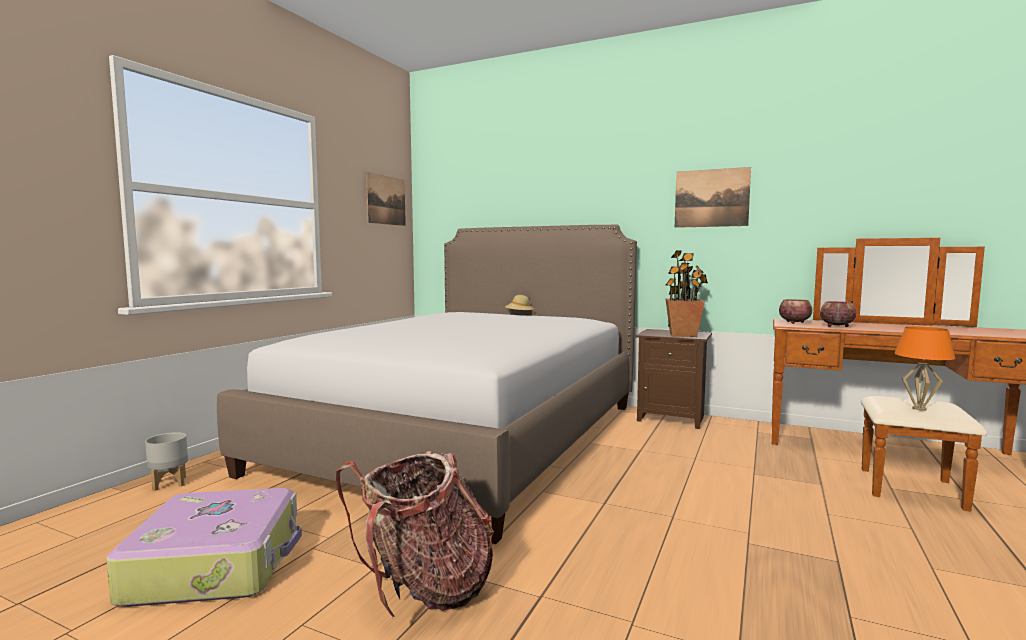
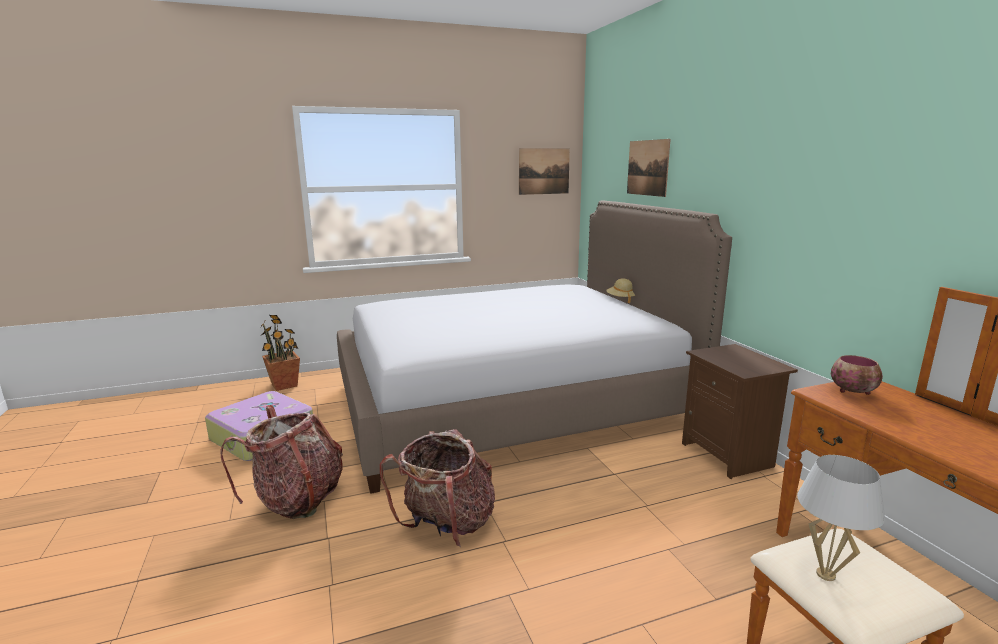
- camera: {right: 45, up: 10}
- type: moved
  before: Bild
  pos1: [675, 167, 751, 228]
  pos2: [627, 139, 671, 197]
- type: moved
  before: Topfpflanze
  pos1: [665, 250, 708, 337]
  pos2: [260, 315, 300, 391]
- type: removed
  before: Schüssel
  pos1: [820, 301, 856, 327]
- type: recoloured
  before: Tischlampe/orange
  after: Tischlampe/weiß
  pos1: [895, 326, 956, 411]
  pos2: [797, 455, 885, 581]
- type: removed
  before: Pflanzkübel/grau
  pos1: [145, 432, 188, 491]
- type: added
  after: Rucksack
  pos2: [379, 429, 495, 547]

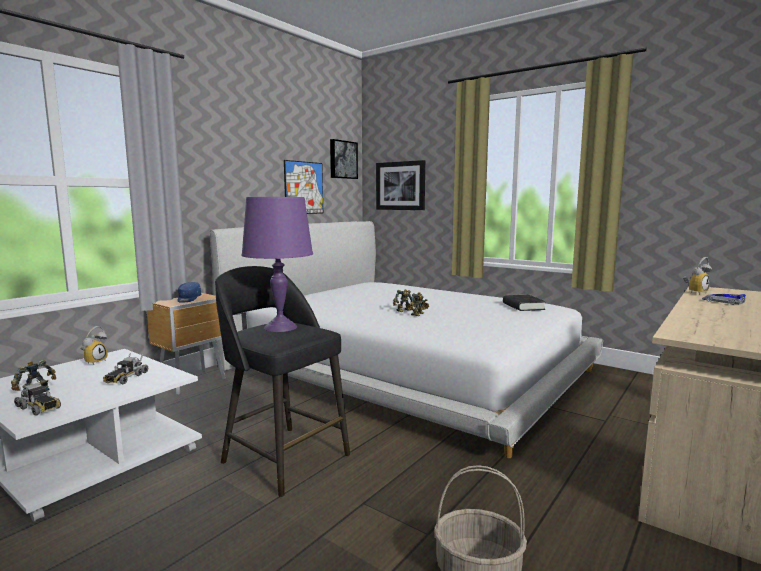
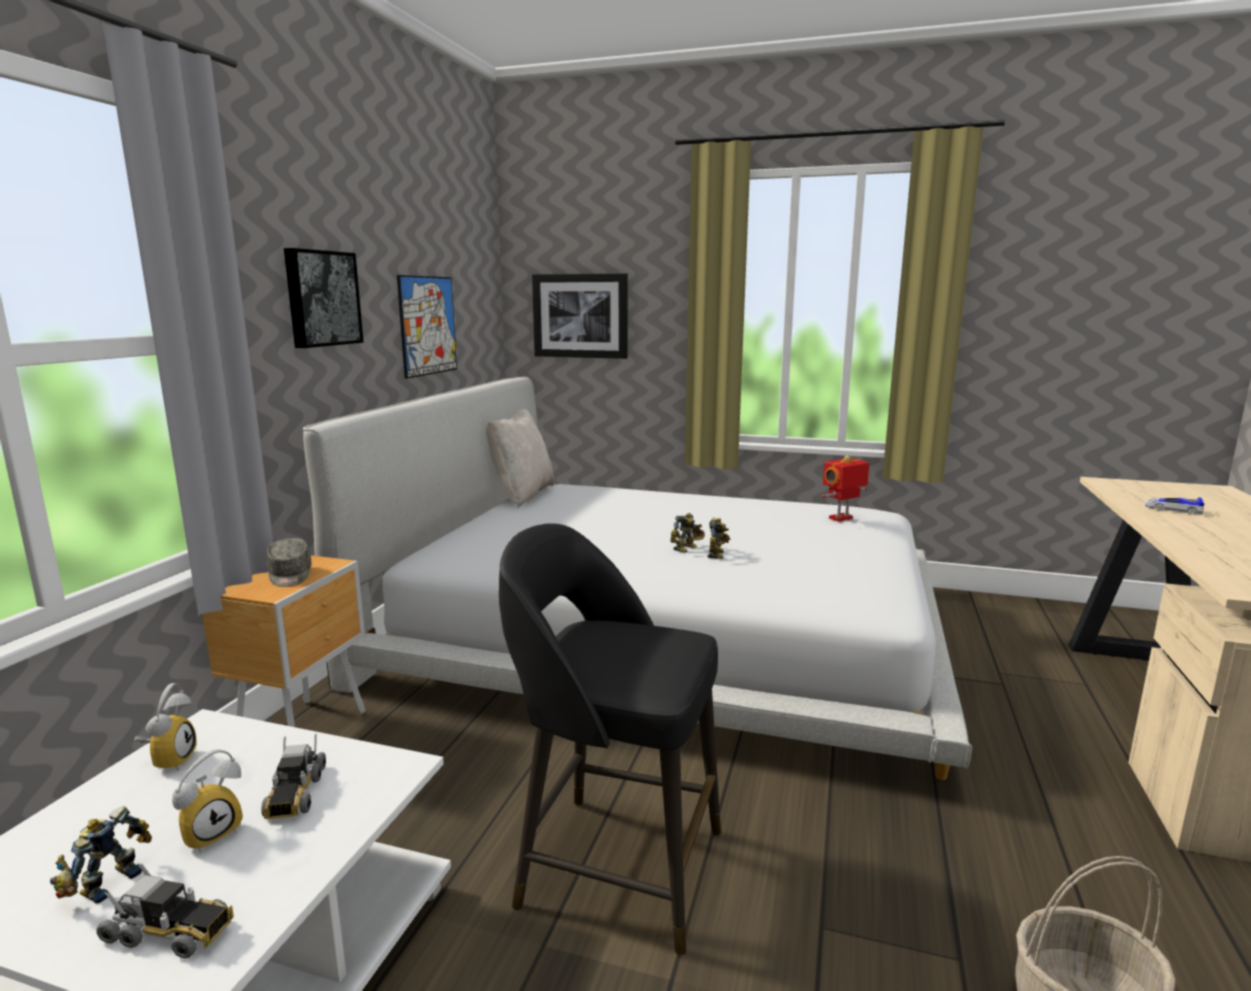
- camera: {right: -20, up: 5}
- type: moved
  before: Bild
  pos1: [330, 139, 358, 179]
  pos2: [284, 248, 363, 348]
- type: removed
  before: Tischlampe/lila
  pos1: [241, 197, 313, 332]
- type: moved
  before: Wecker
  pos1: [683, 257, 712, 295]
  pos2: [172, 749, 243, 853]
- type: recoloured
  before: Kappe/blau
  after: Kappe/grau
  pos1: [177, 282, 201, 302]
  pos2: [267, 538, 312, 587]
- type: replaced
  before: Buch/schwarz
  after: Spielzeugroboter
  pos1: [503, 295, 546, 311]
  pos2: [822, 455, 870, 522]
- type: added
  after: Kissen/beige
  pos2: [486, 409, 555, 508]

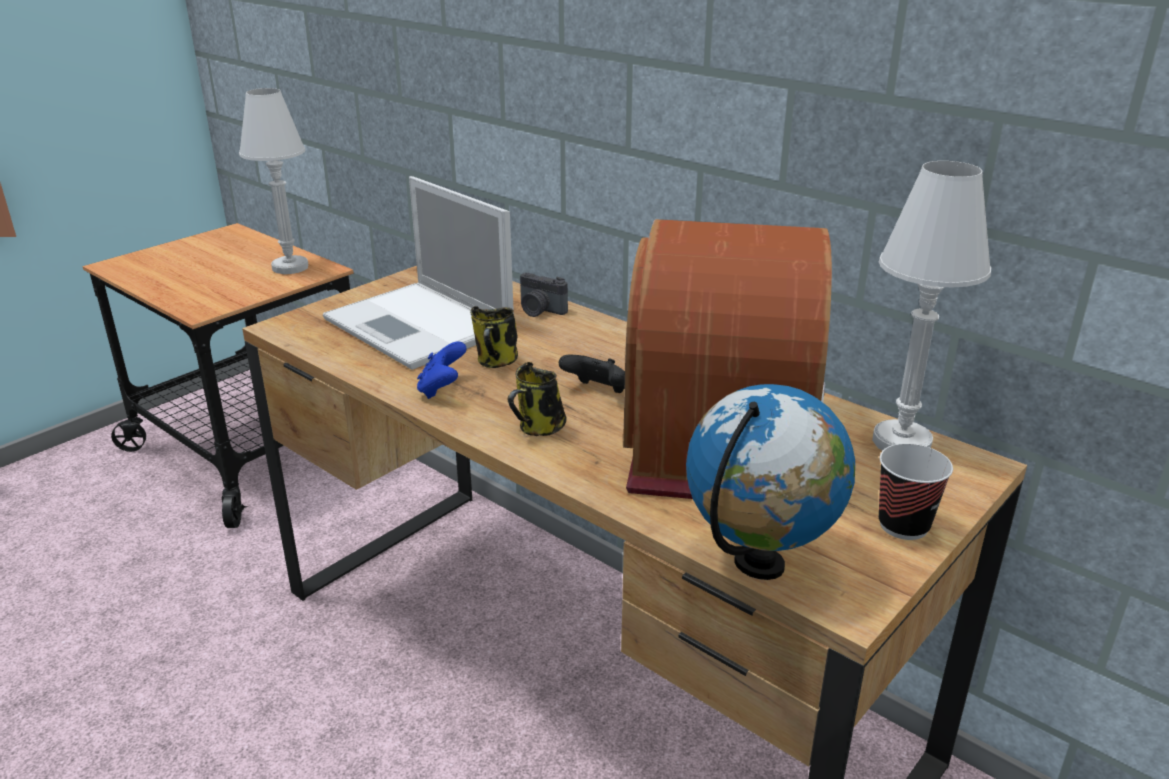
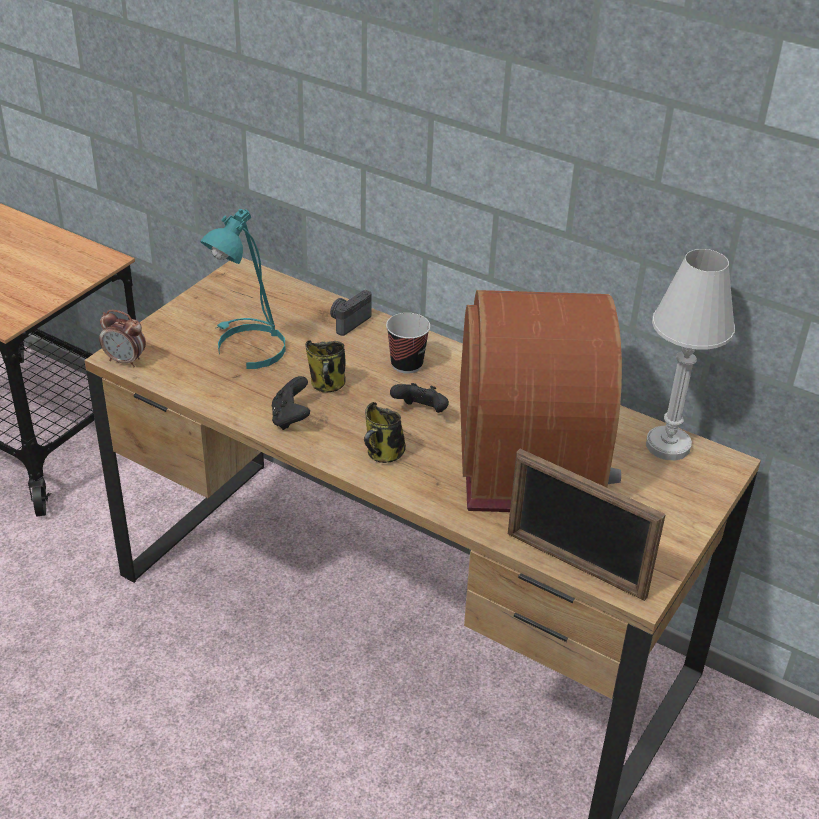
- camera: {right: -10, up: 10}
- type: removed
  before: Tischlampe/weiß
  pos1: [239, 88, 308, 274]
- type: replaced
  before: Laptop
  after: Tischlampe/türkis
  pos1: [323, 176, 514, 370]
  pos2: [200, 209, 286, 369]
- type: turned
  before: Kamera
  pos1: [520, 273, 568, 317]
  pos2: [330, 290, 372, 336]
  turn: 105
- type: recoloured
  before: Gamepad/blau
  after: Gamepad/schwarz
  pos1: [417, 341, 467, 399]
  pos2: [272, 376, 310, 430]
- type: replaced
  before: Globus
  after: Bilderrahmen
  pos1: [686, 384, 855, 580]
  pos2: [508, 449, 666, 601]
- type: moved
  before: Tasse
  pos1: [879, 444, 953, 540]
  pos2: [386, 313, 430, 374]
- type: added
  after: Wecker
  pos2: [99, 310, 146, 367]

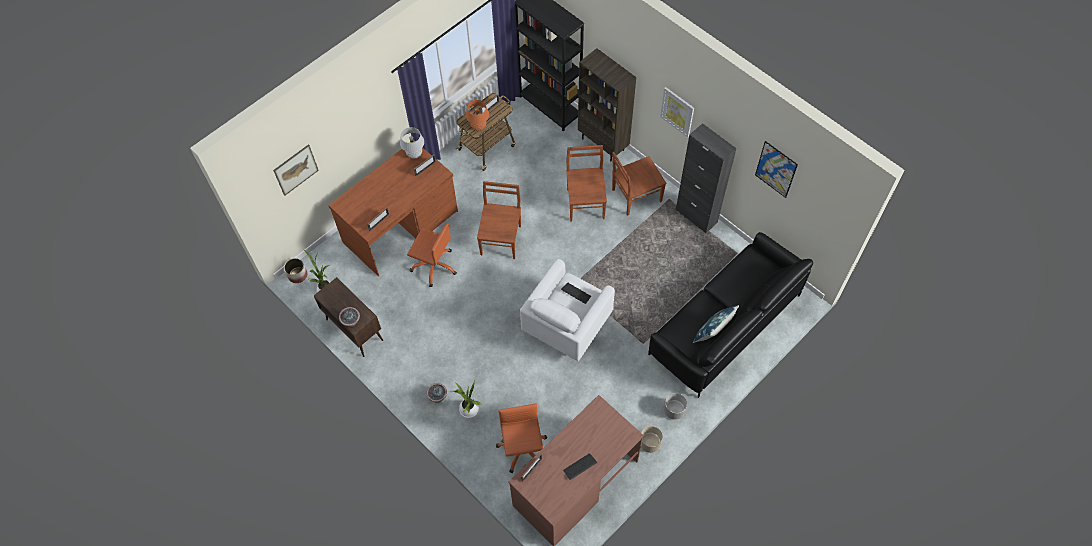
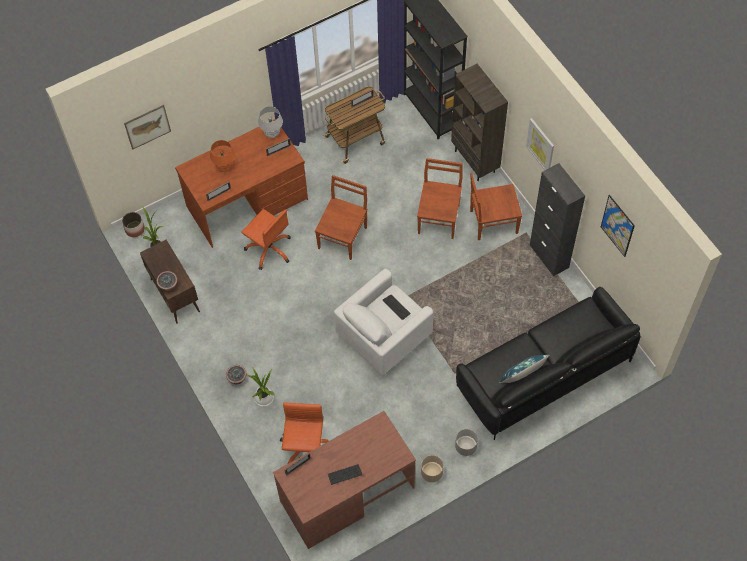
- camera: {right: 15, up: 0}
- type: moved
  before: Tischlampe/orange
  pos1: [466, 100, 489, 131]
  pos2: [210, 140, 235, 172]

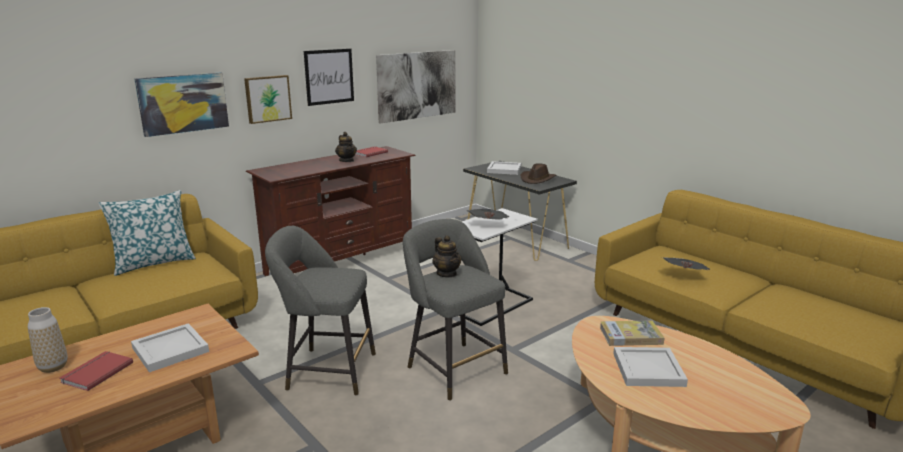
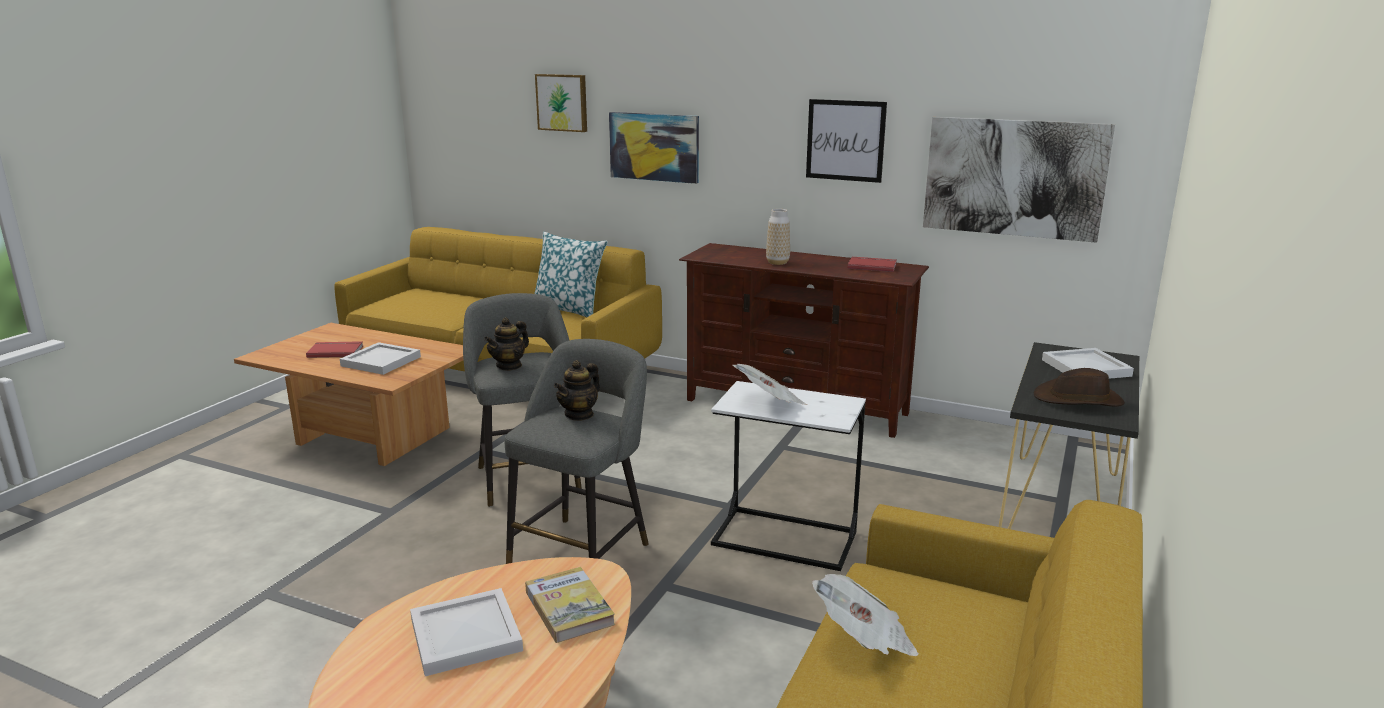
- camera: {right: 65, up: 0}
- type: moved
  before: Bild
  pos1: [244, 75, 292, 124]
  pos2: [535, 74, 587, 132]
- type: moved
  before: Teekanne
  pos1: [335, 132, 357, 162]
  pos2: [484, 317, 529, 371]
- type: moved
  before: Vase
  pos1: [28, 307, 68, 373]
  pos2: [766, 209, 790, 265]

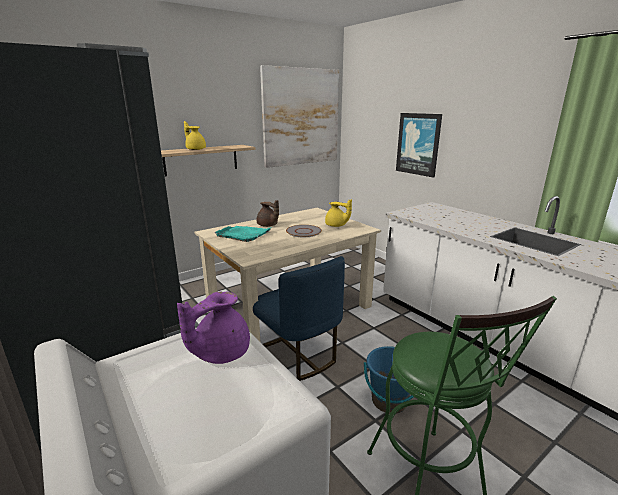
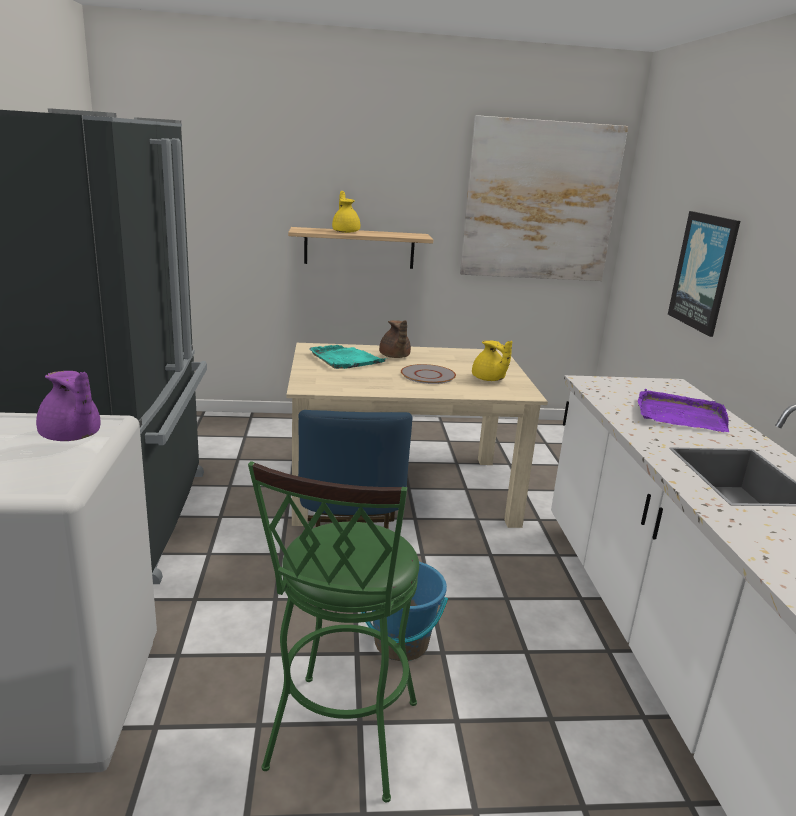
- camera: {right: 30, up: 0}
- type: turned
  before: Teekanne/lila
  pos1: [177, 291, 250, 364]
  pos2: [36, 371, 101, 441]
  turn: -120
- type: added
  after: Tablett/lila
  pos2: [638, 389, 729, 432]

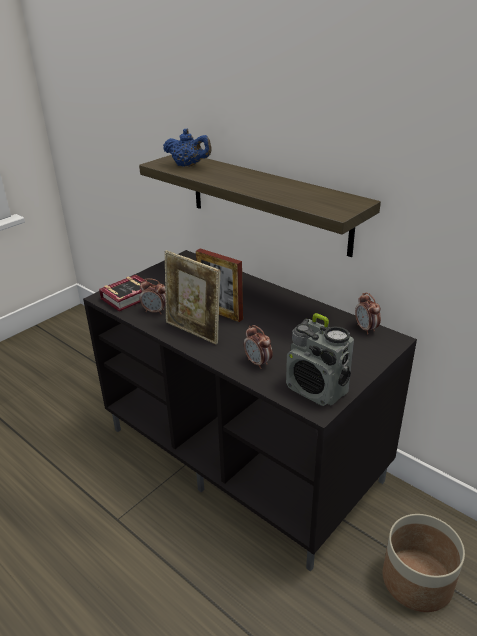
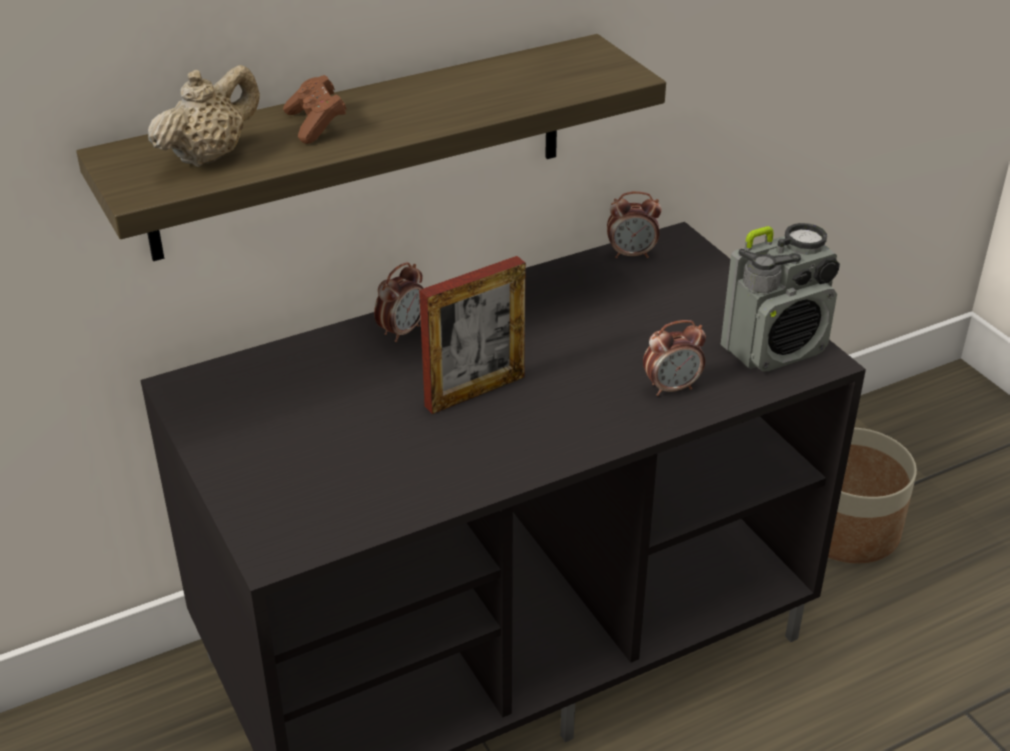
- camera: {right: -70, up: 5}
- type: recoloured
  before: Teekanne/blau
  after: Teekanne/beige
  pos1: [163, 129, 212, 167]
  pos2: [148, 65, 260, 167]
- type: removed
  before: Bilderrahmen
  pos1: [165, 250, 220, 345]
- type: removed
  before: Buch
  pos1: [99, 275, 153, 312]
- type: moved
  before: Wecker
  pos1: [139, 278, 166, 315]
  pos2: [374, 262, 424, 342]
- type: added
  after: Gamepad/braun
  pos2: [283, 75, 347, 144]

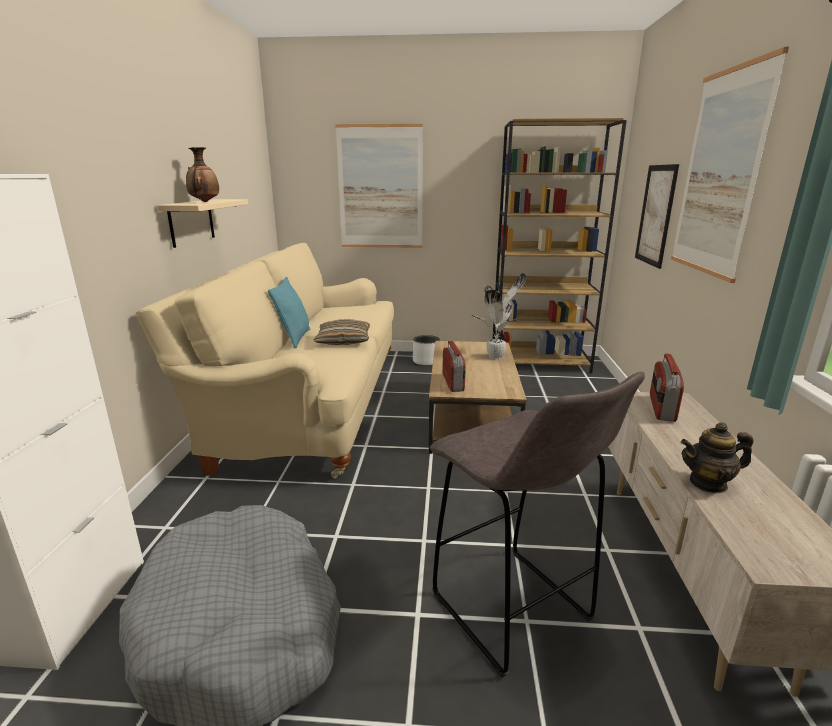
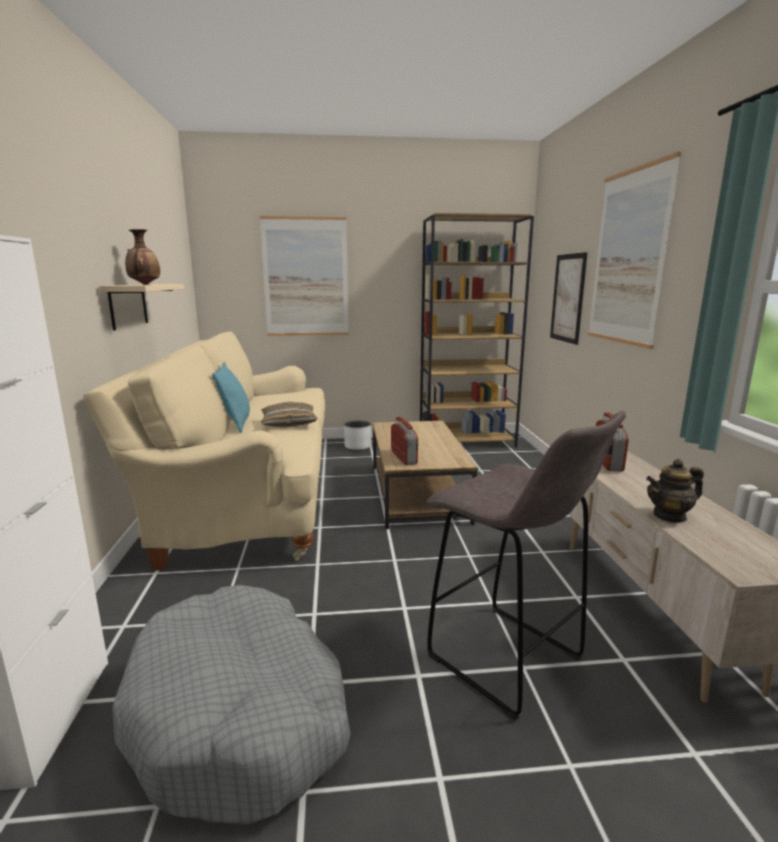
- camera: {right: -10, up: -5}
- type: removed
  before: Topfpflanze
  pos1: [471, 273, 527, 360]

